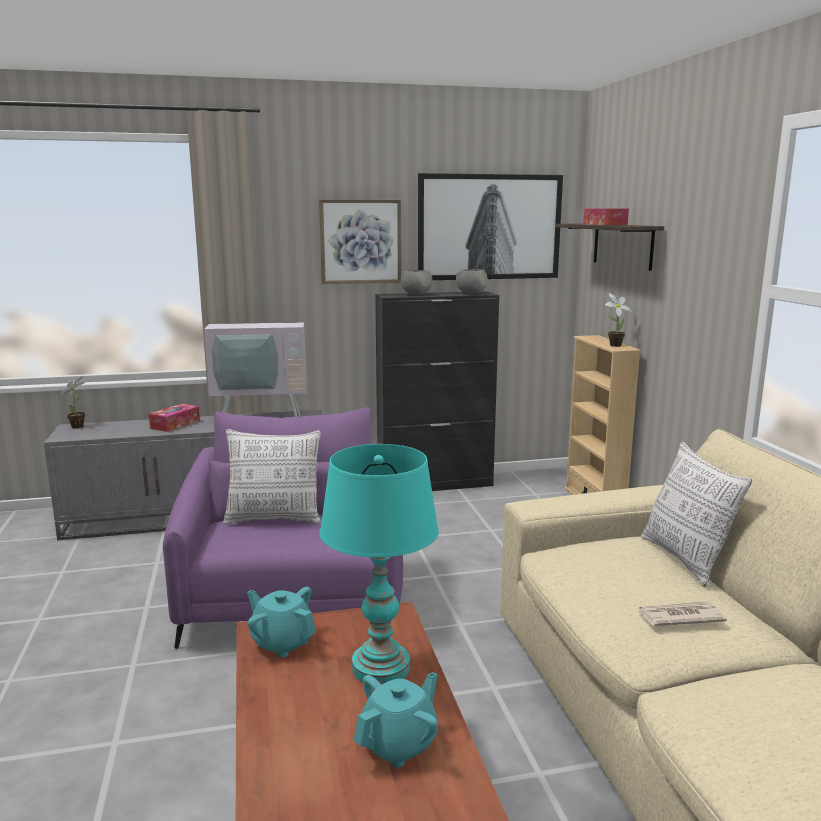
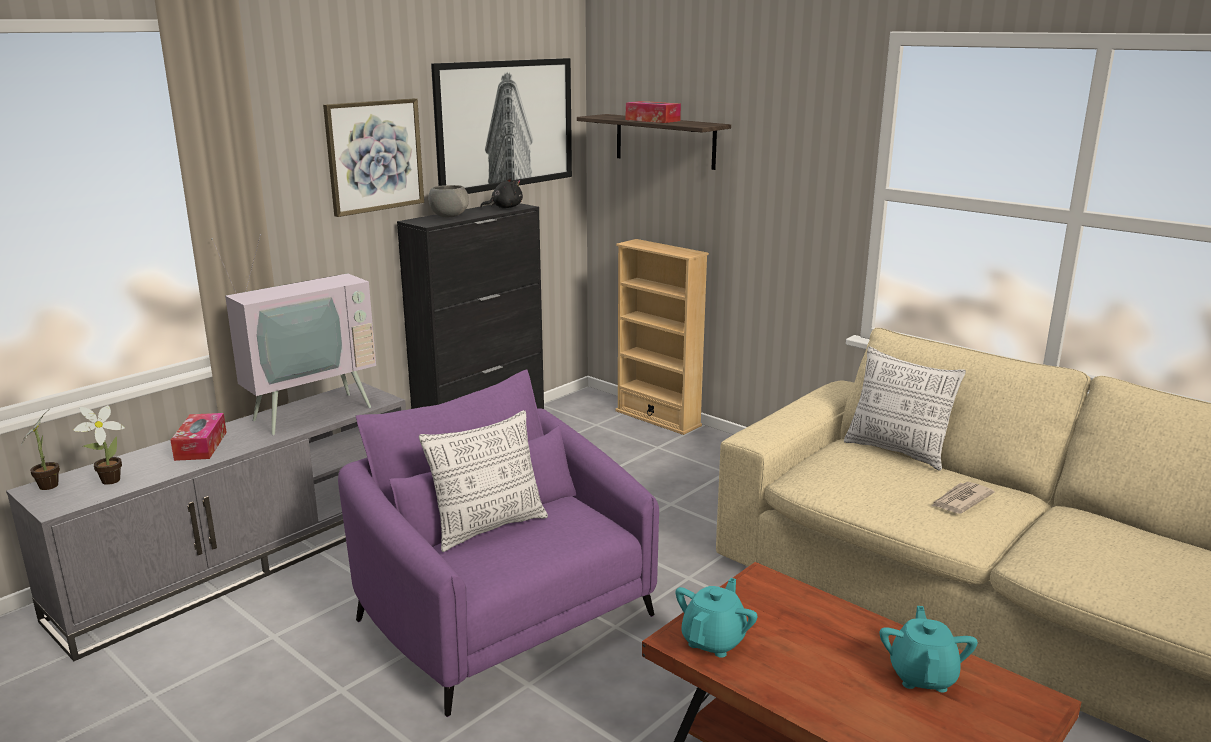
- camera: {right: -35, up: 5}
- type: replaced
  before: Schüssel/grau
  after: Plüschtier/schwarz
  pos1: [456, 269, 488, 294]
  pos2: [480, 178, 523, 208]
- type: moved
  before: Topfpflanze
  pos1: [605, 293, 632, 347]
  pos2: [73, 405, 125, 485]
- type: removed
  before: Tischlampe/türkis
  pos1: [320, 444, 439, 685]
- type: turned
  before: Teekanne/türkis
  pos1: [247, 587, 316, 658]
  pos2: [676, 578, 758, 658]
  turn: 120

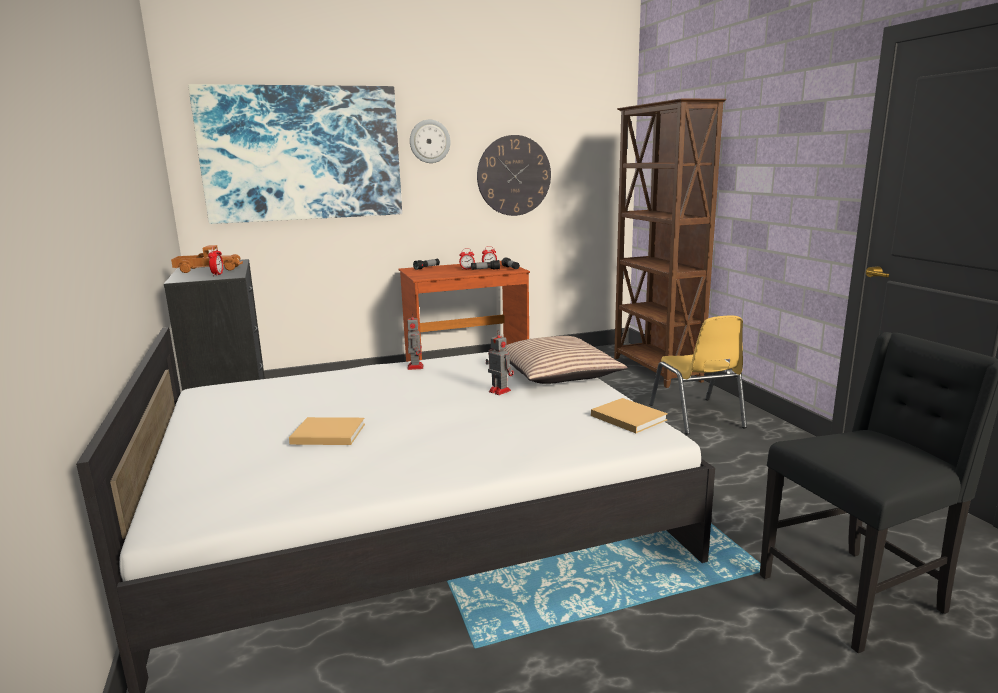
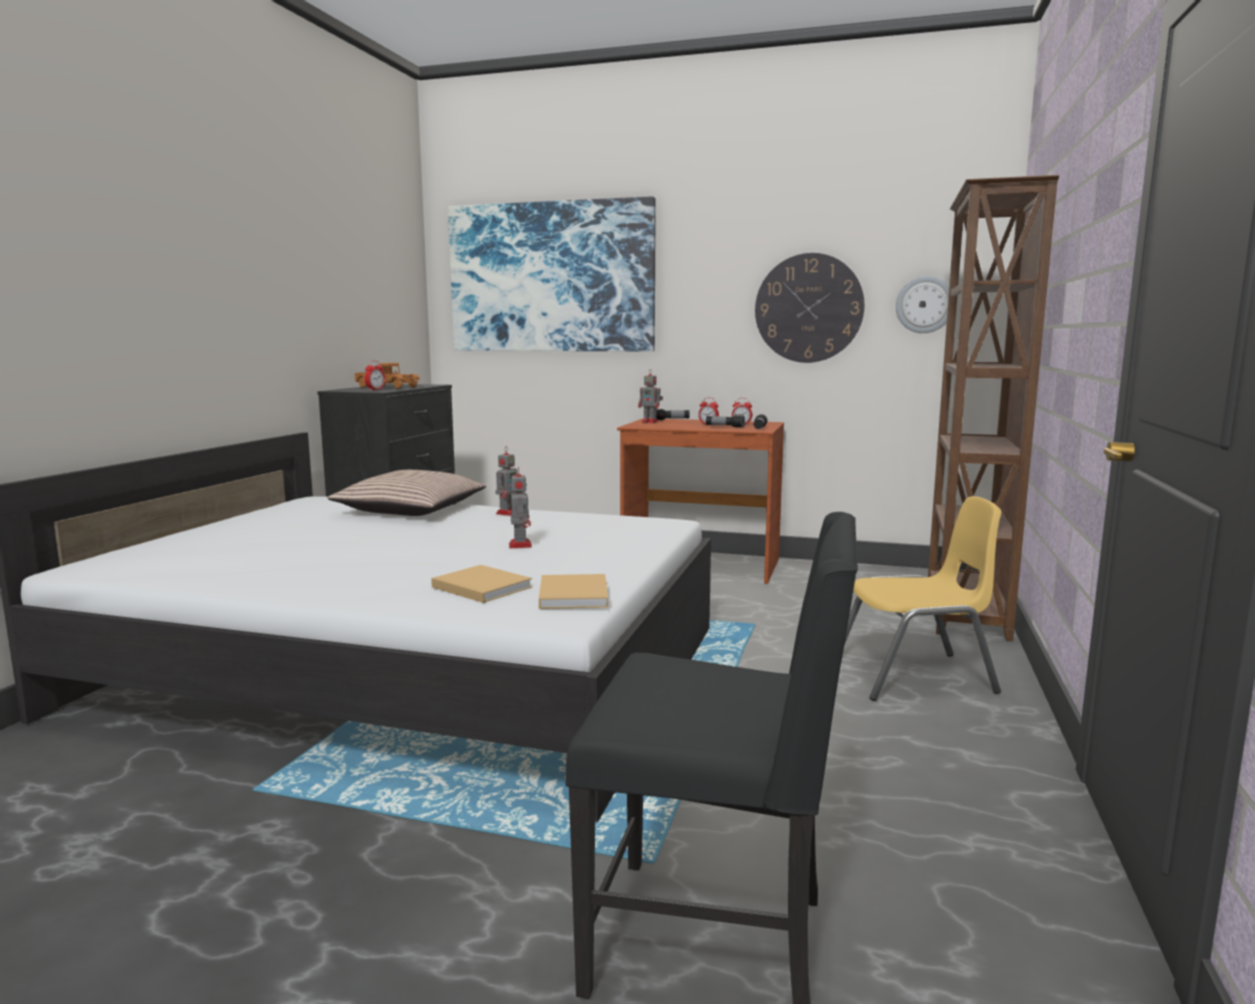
- camera: {right: 35, up: -5}
- type: moved
  before: Wanduhr
  pos1: [410, 120, 450, 163]
  pos2: [896, 276, 949, 333]
- type: turned
  before: Stuhl/gelb
  pos1: [649, 316, 747, 435]
  pos2: [844, 496, 1001, 701]
  turn: -120
- type: moved
  before: Kissen
  pos1: [494, 336, 628, 384]
  pos2: [327, 470, 486, 516]
- type: moved
  before: Buch/beige
  pos1: [289, 417, 365, 445]
  pos2: [431, 565, 532, 603]
- type: added
  after: Spielzeugroboter
  pos2: [638, 369, 663, 423]

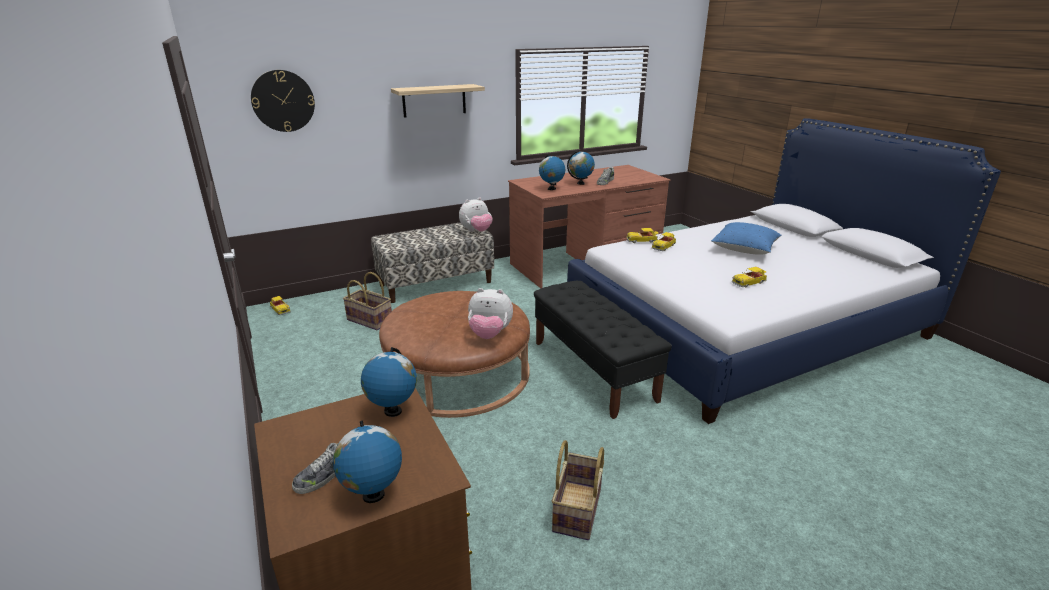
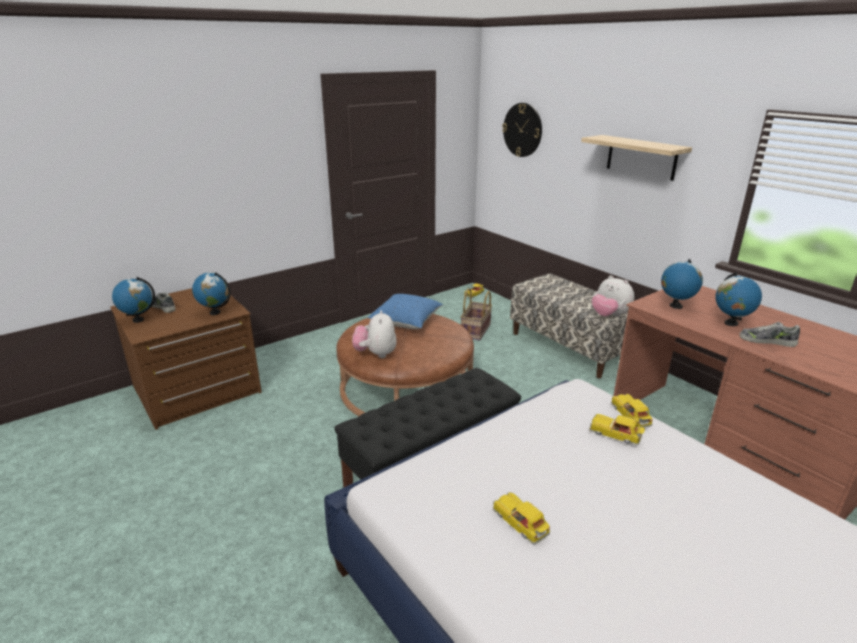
- camera: {right: 80, up: 0}
- type: moved
  before: Kissen/blau
  pos1: [711, 222, 781, 255]
  pos2: [367, 294, 443, 329]
- type: removed
  before: Korb
  pos1: [552, 440, 604, 540]

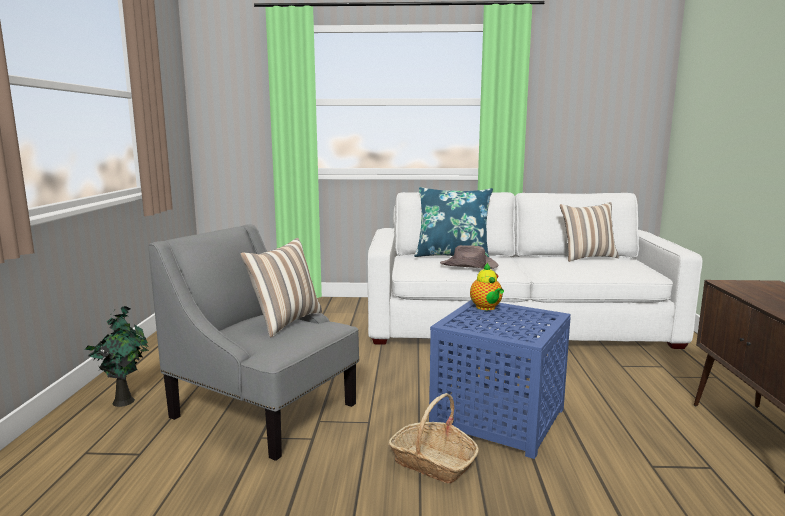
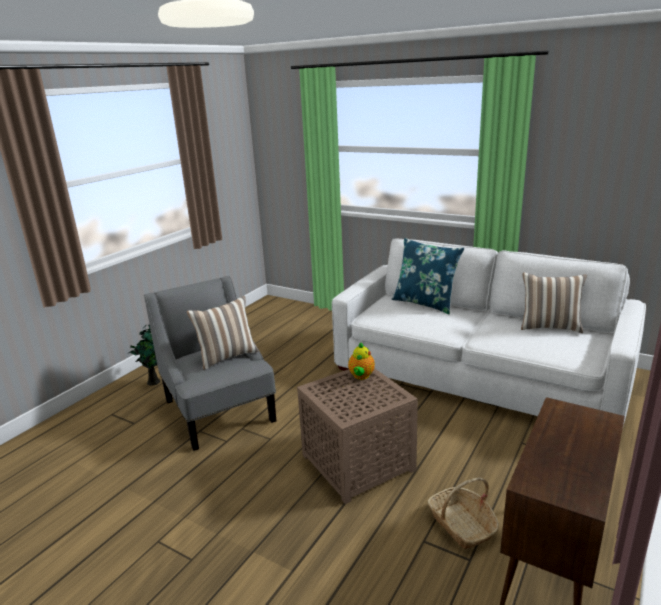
- camera: {right: 30, up: 10}
- type: removed
  before: Hut/braun
  pos1: [440, 245, 499, 269]
- type: recoloured
  before: Beistelltisch/blau
  after: Beistelltisch/braun
  pos1: [429, 300, 571, 459]
  pos2: [297, 368, 418, 504]
- type: moved
  before: Korb
  pos1: [388, 393, 479, 484]
  pos2: [427, 477, 499, 549]

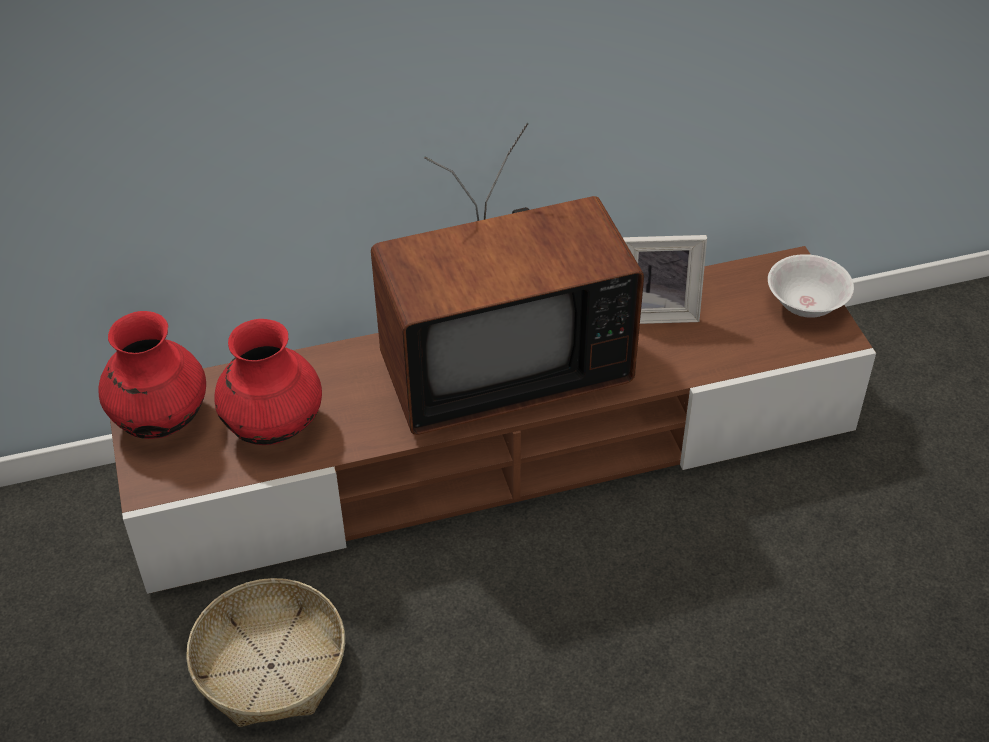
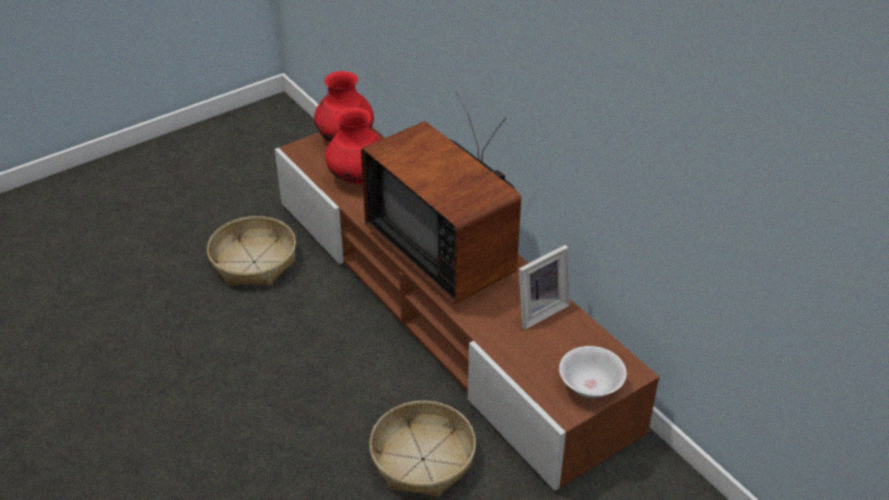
- camera: {right: 70, up: -5}
- type: turned
  before: Bilderrahmen
  pos1: [623, 235, 707, 324]
  pos2: [519, 245, 570, 330]
  turn: -105
- type: added
  after: Korb
  pos2: [369, 401, 476, 497]

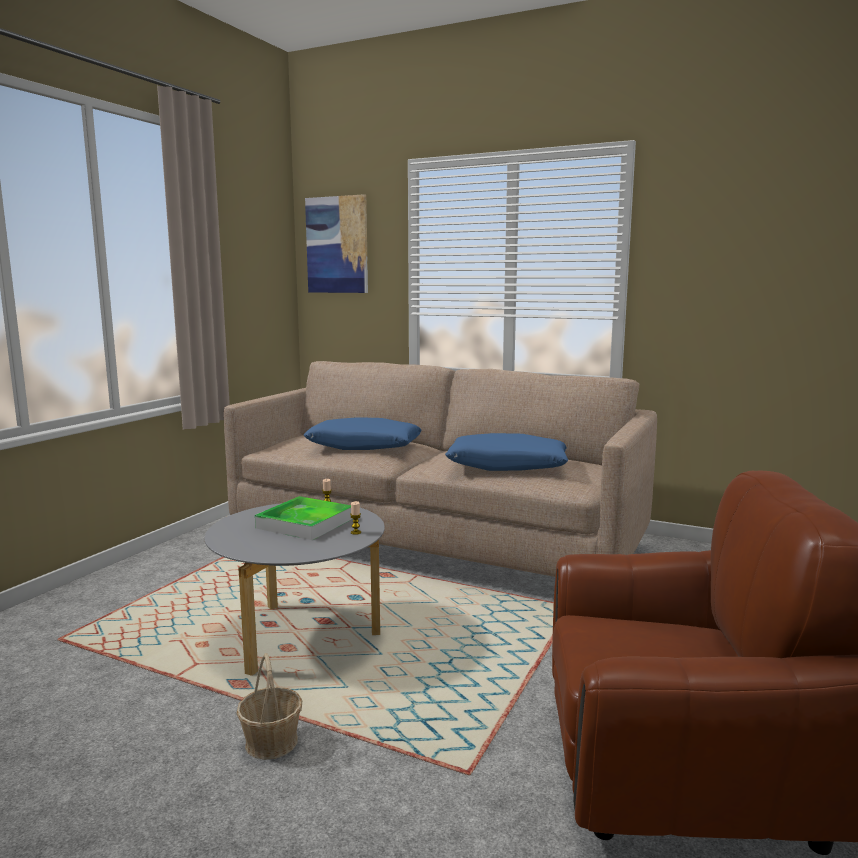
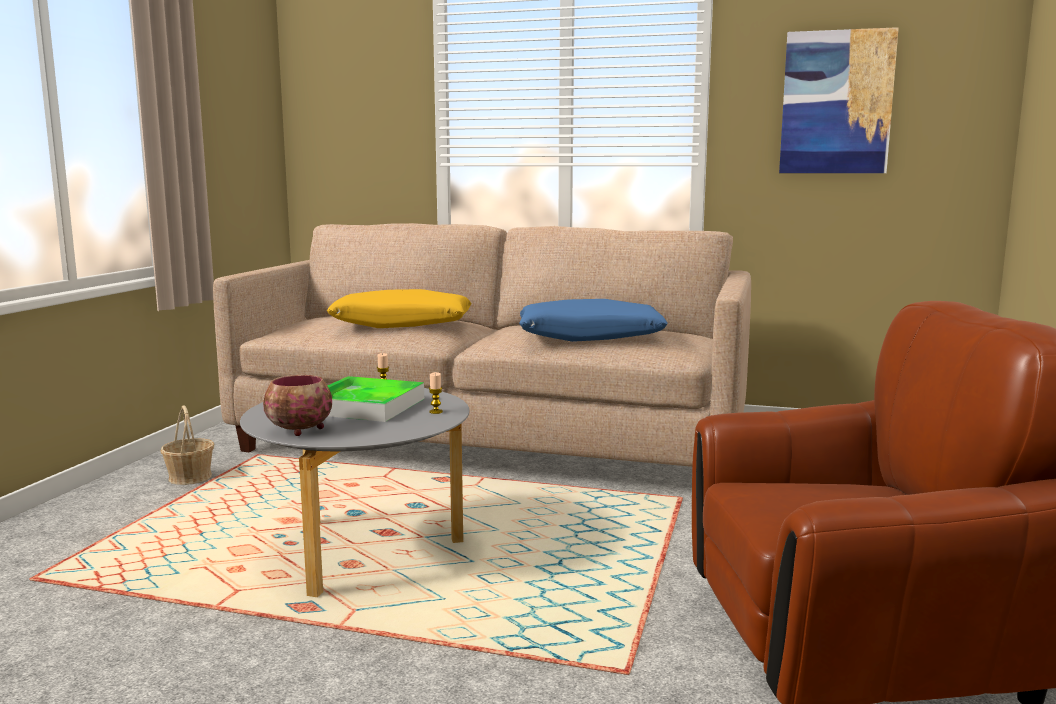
- camera: {right: -10, up: 0}
- type: moved
  before: Bild
  pos1: [305, 194, 368, 293]
  pos2: [779, 27, 899, 173]
- type: recoloured
  before: Kissen/blau
  after: Kissen/gelb
  pos1: [304, 417, 422, 450]
  pos2: [326, 289, 471, 328]
- type: moved
  before: Korb
  pos1: [236, 653, 302, 760]
  pos2: [160, 405, 214, 485]
- type: added
  after: Schüssel
  pos2: [263, 375, 332, 436]

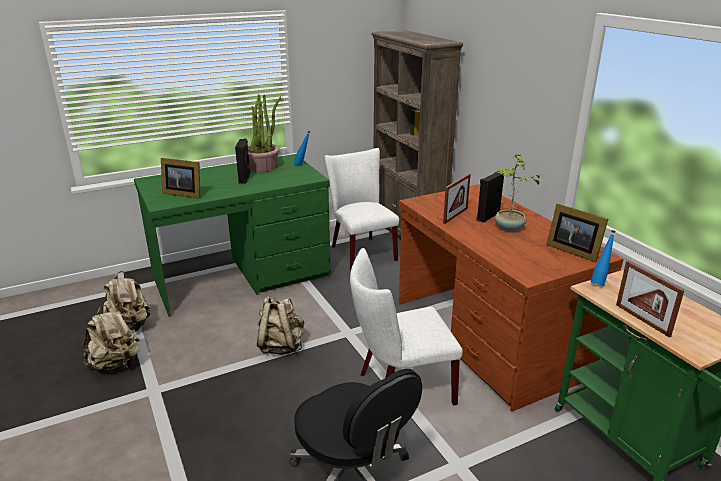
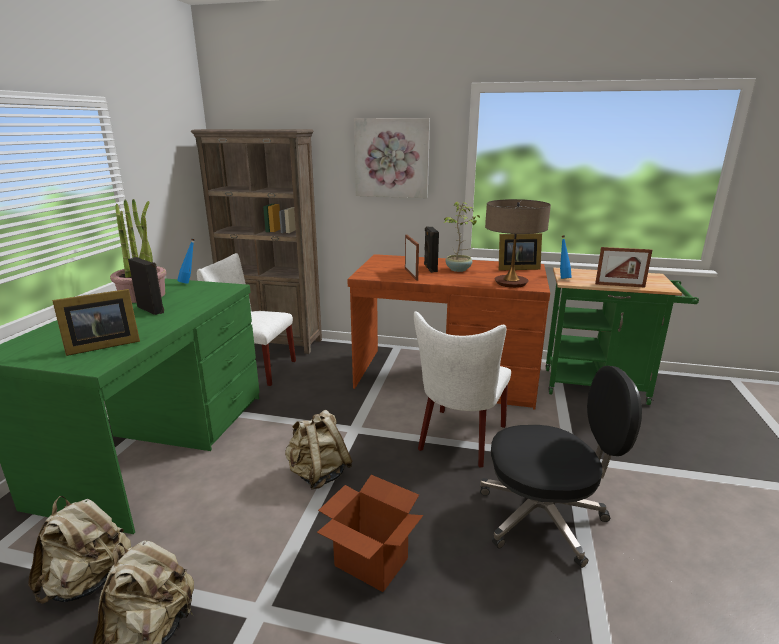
- camera: {right: -50, up: -5}
- type: added
  after: Bild
  pos2: [354, 118, 430, 198]
- type: added
  after: Tischlampe
  pos2: [485, 199, 551, 288]
- type: added
  after: Karton
  pos2: [317, 475, 423, 592]

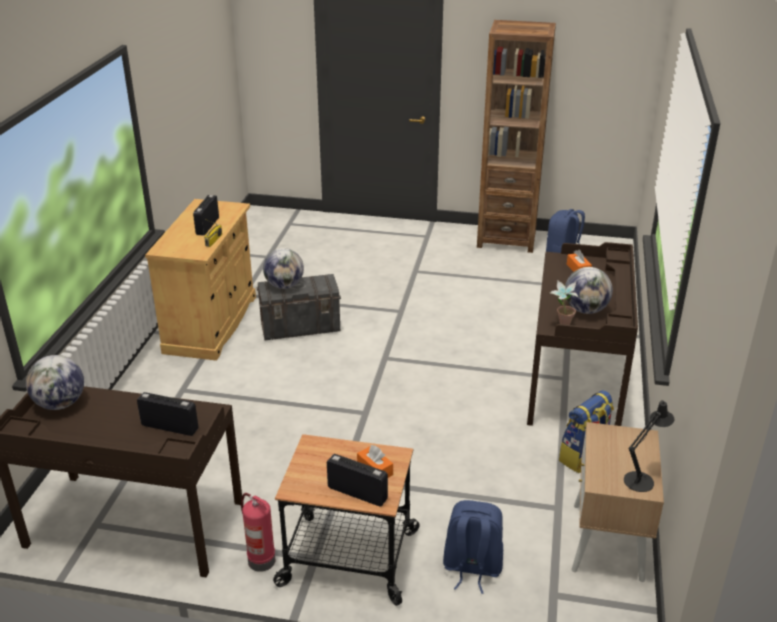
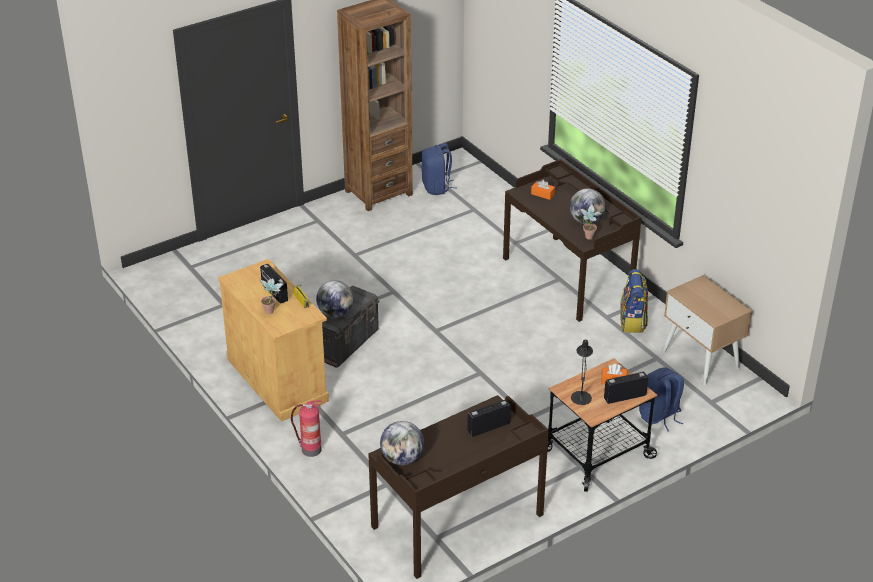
- camera: {right: -45, up: 5}
- type: moved
  before: Tischlampe/schwarz
  pos1: [624, 400, 674, 492]
  pos2: [571, 339, 593, 405]
- type: moved
  before: Feuerlöscher
  pos1: [241, 493, 275, 572]
  pos2: [291, 400, 322, 457]
- type: added
  after: Topfpflanze
  pos2: [259, 278, 284, 314]

